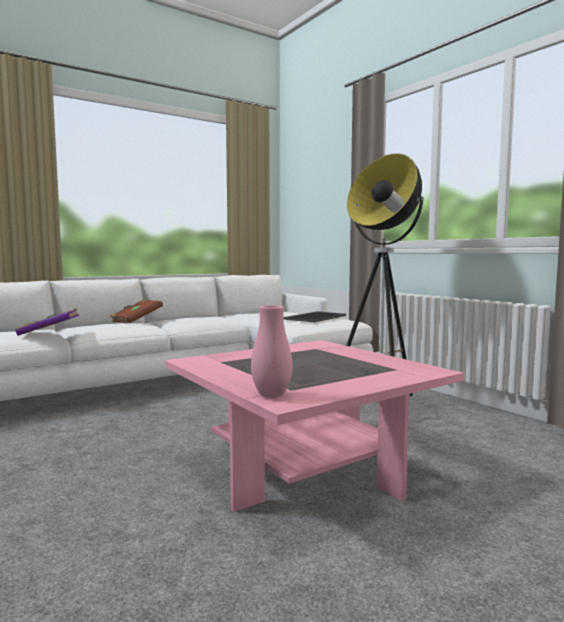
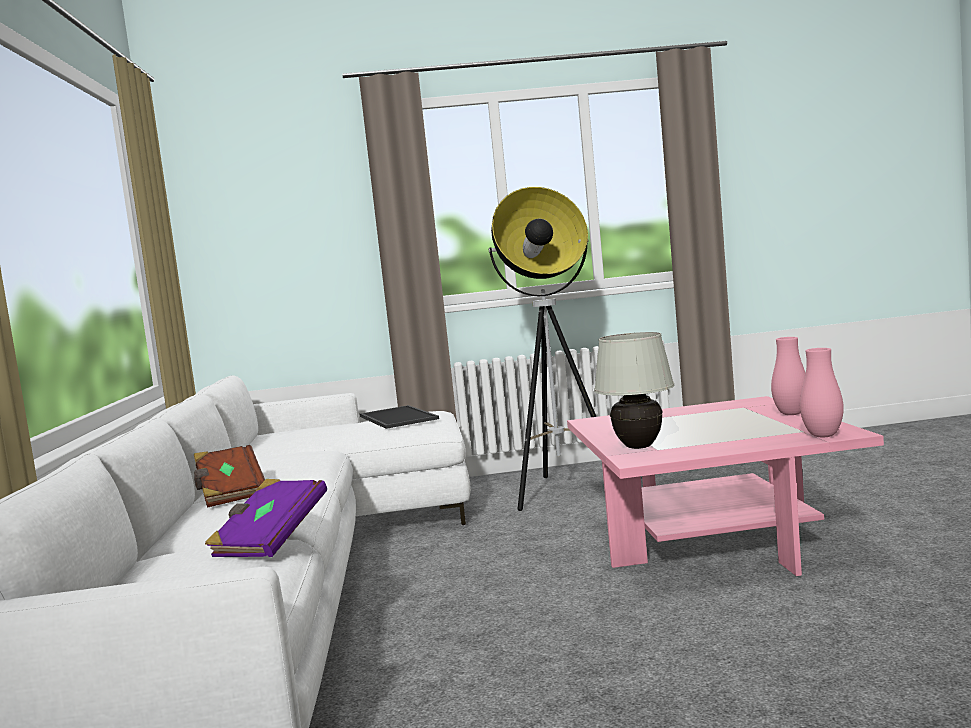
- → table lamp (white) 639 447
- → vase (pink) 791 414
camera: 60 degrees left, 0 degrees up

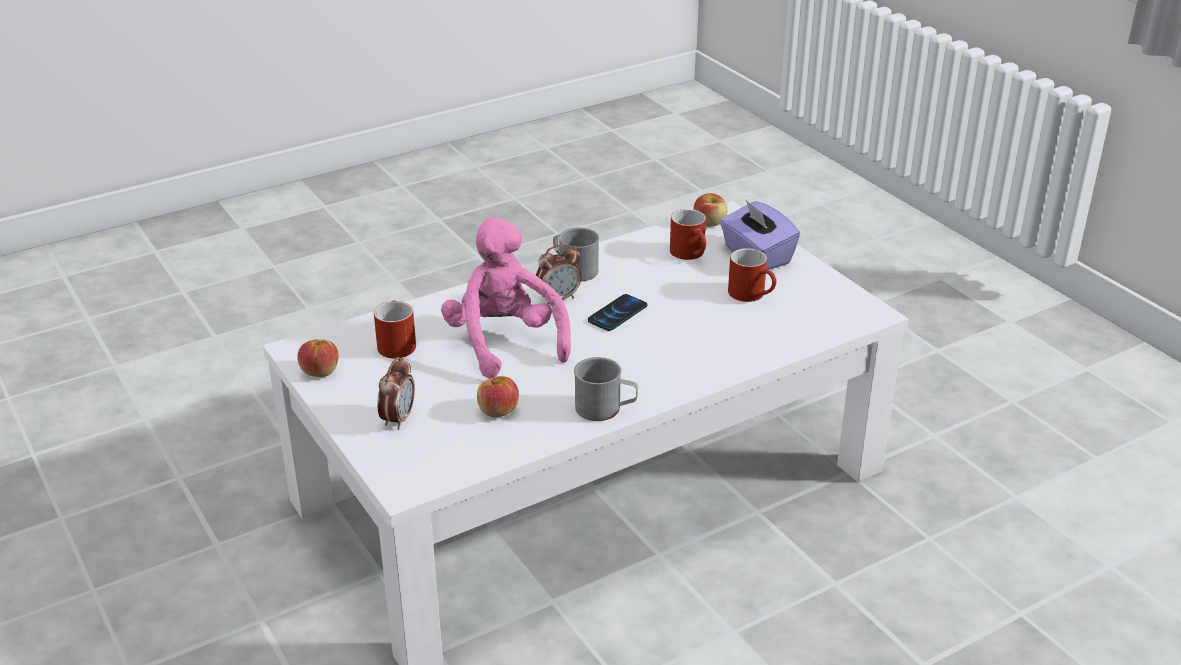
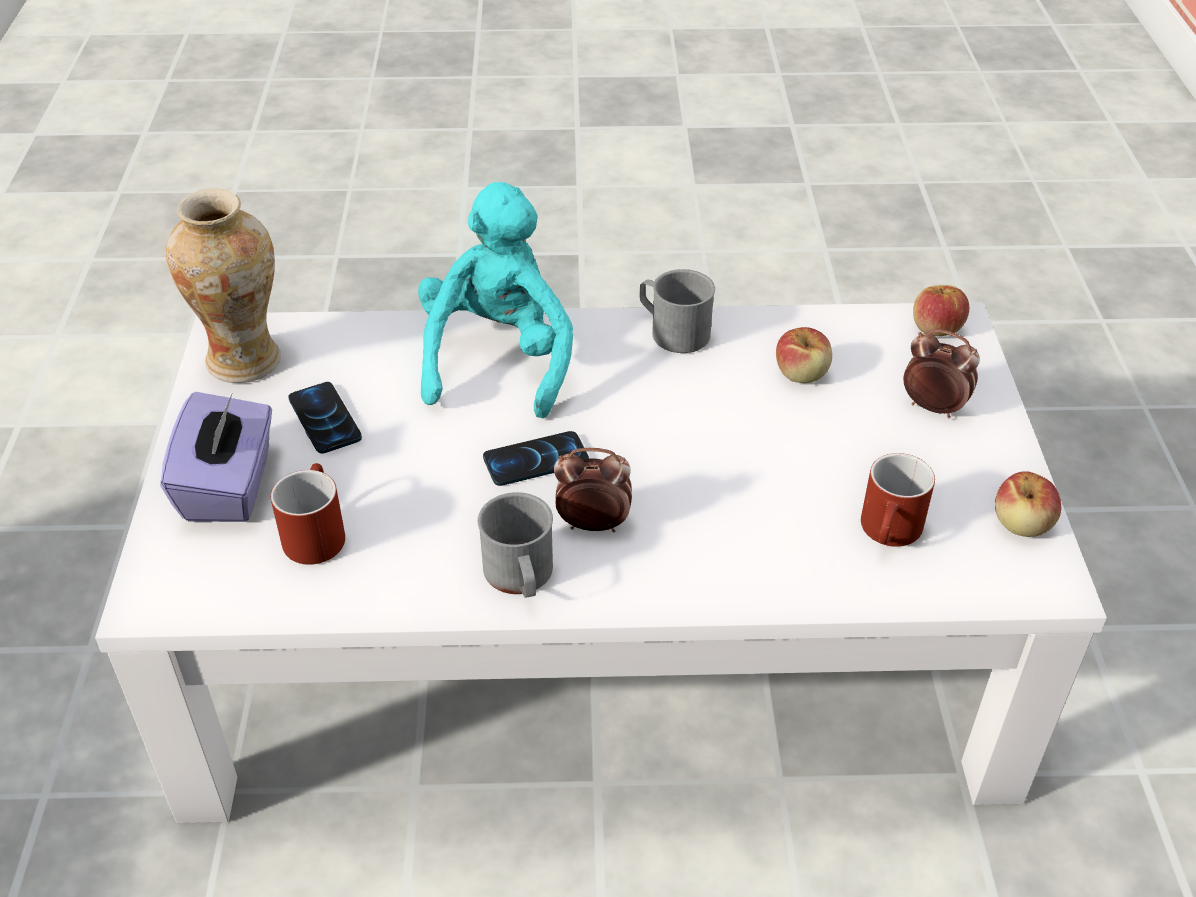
plush toy (pink) 504 343 → -
- → vase 244 361
- → plush toy (turquoise) 498 360
apple 710 222 → apple 936 328, relocated
mug (red) 753 294 → phone 325 419
alarm clock 398 419 → alarm clock 932 407, 75 degrees clockwise
camera: 150 degrees left, 10 degrees up

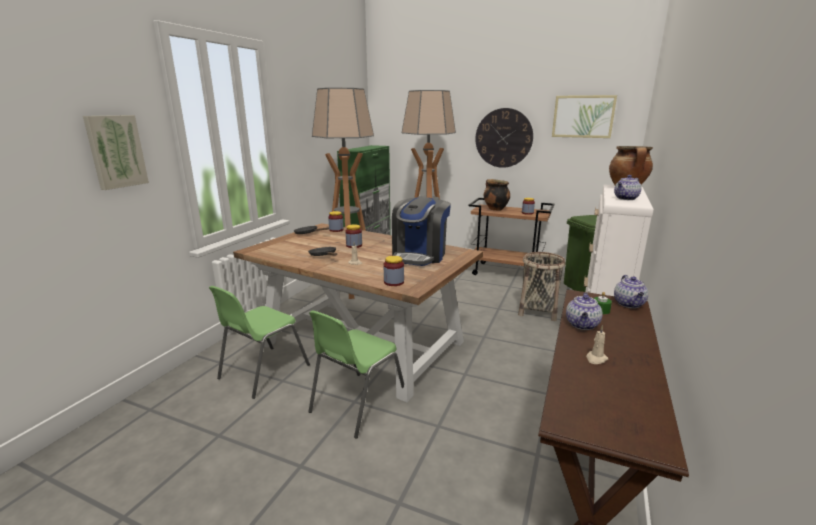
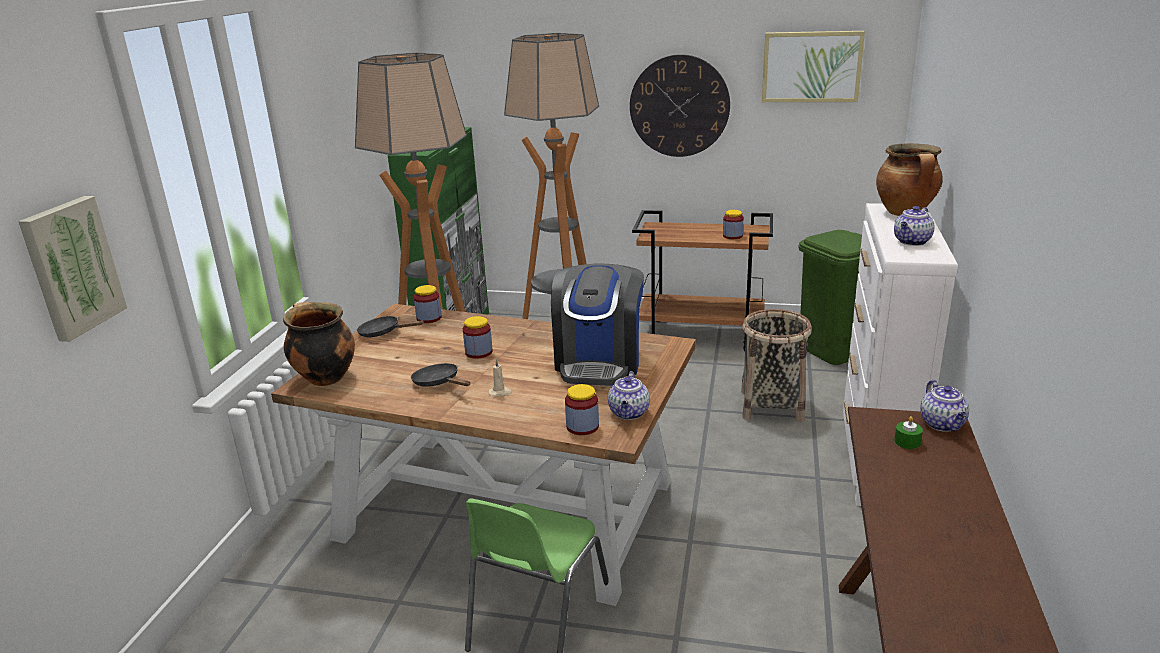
chair (green) 262 372 → -
candle (beige) 596 359 → -
cooking pot 495 209 → cooking pot 324 378, relocated
teapot 582 325 → teapot 629 413, relocated
camera: 10 degrees left, 5 degrees up

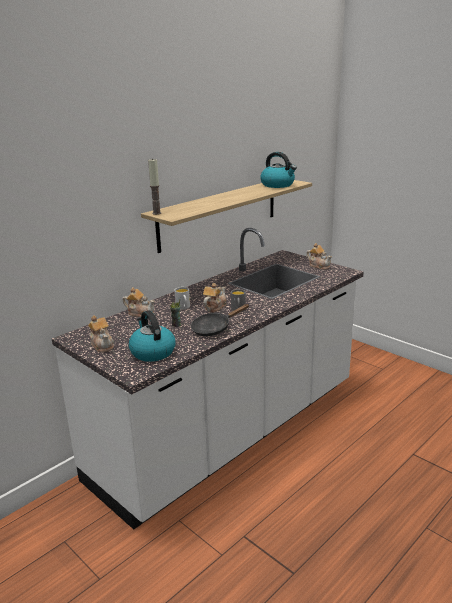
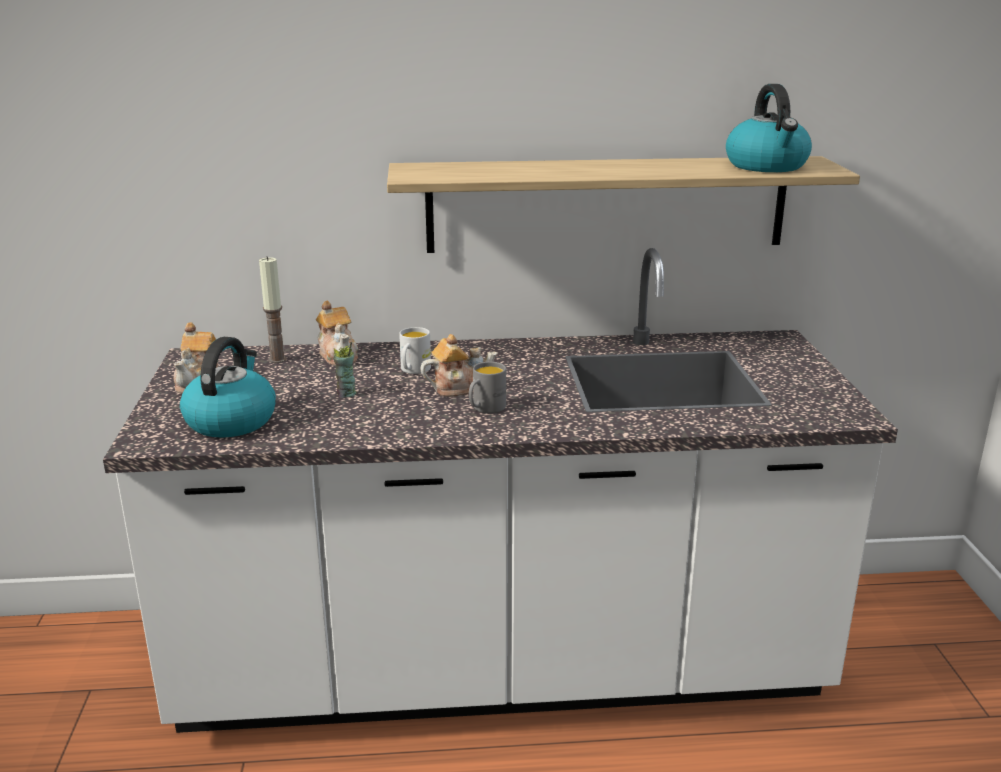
frying pan (black) 214 328 → -
teapot 319 266 → -
candle 156 213 → candle 277 359, relocated
camera: 40 degrees right, 0 degrees up

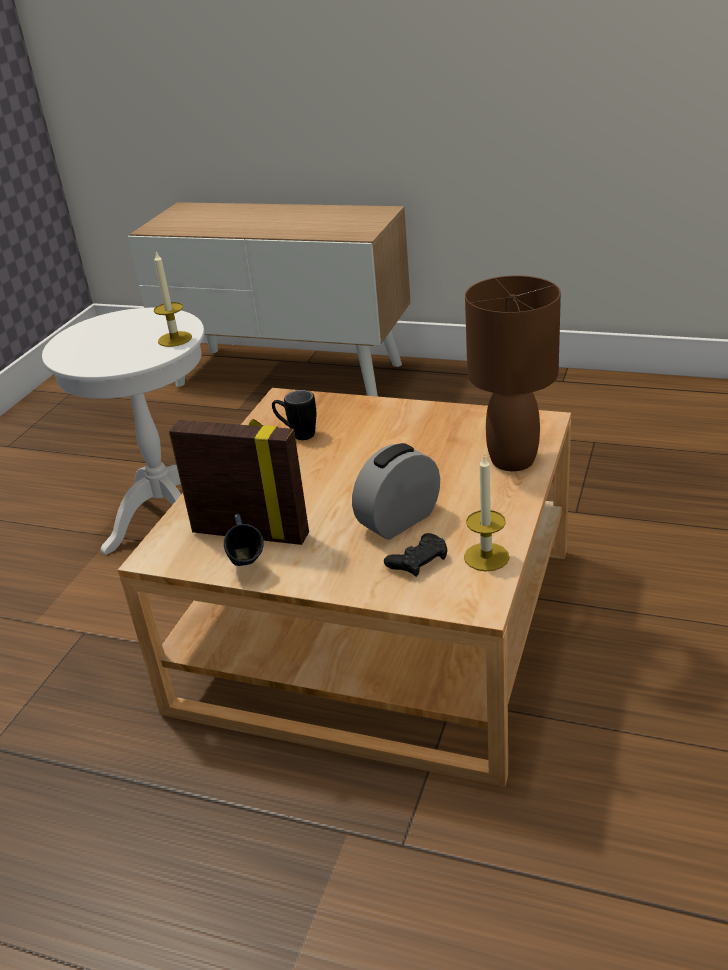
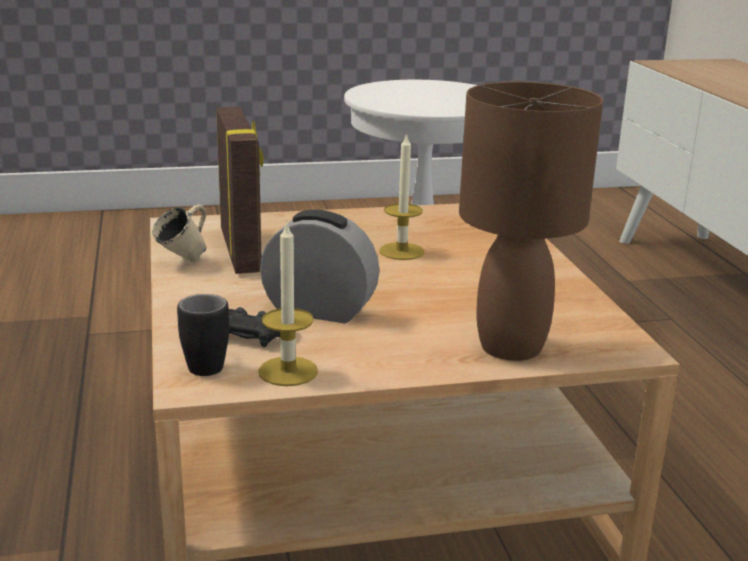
candle 175 339 → candle 401 251, relocated
mug (black) 297 434 → mug (black) 204 362, relocated
mug (blue) 247 568 → mug (beige) 183 262
camera: 55 degrees right, 10 degrees down

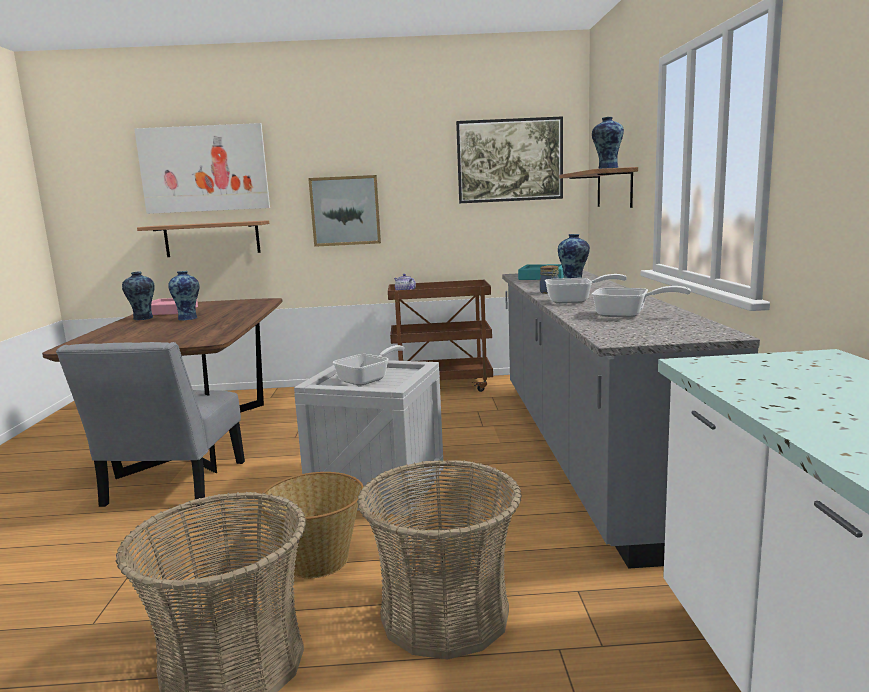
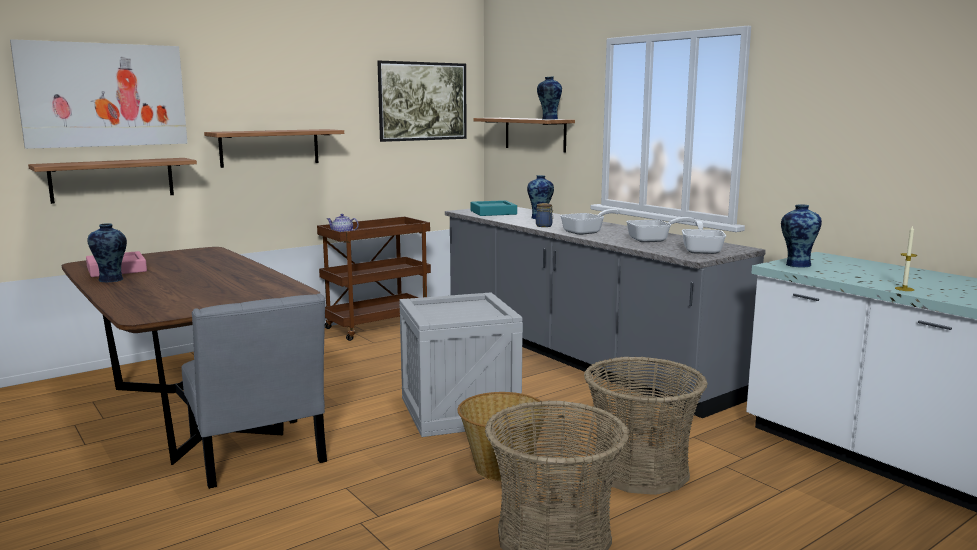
- → candle 904 289
vase 188 318 → vase 797 265, relocated
frying pan 368 379 → frying pan 702 250, relocated
picture 345 211 → shelf 270 147
camera: 35 degrees left, 0 degrees up

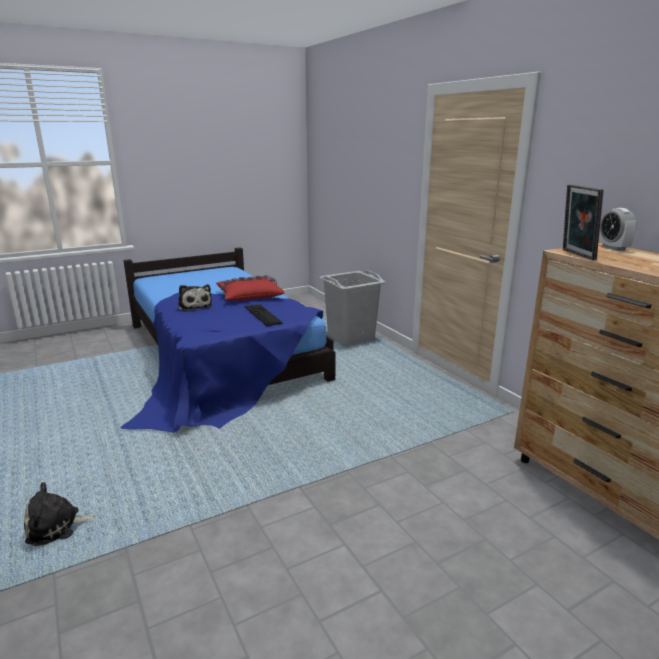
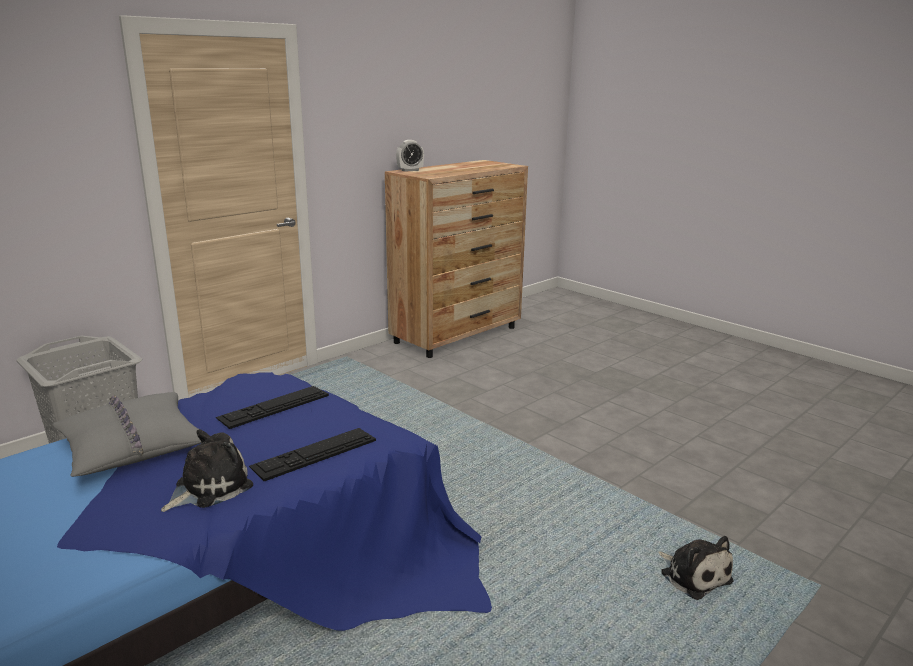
picture frame 575 254 → -
- → keyboard 314 453
pillow (red) 249 295 → pillow (grey) 132 445
camera: 105 degrees left, 0 degrees up

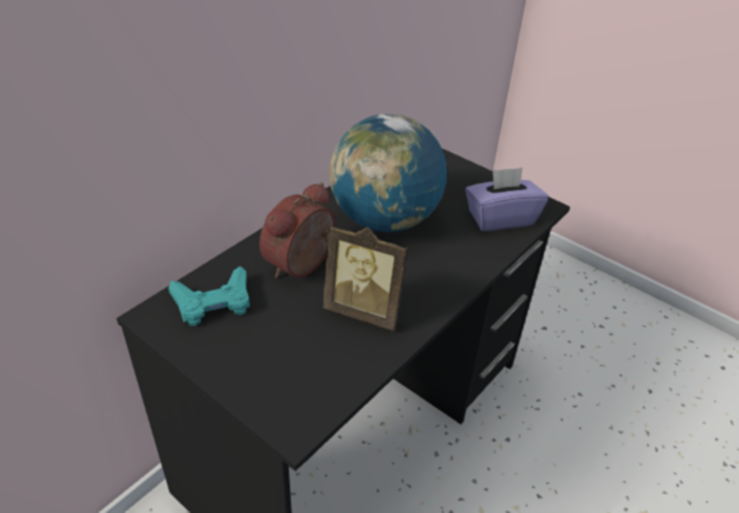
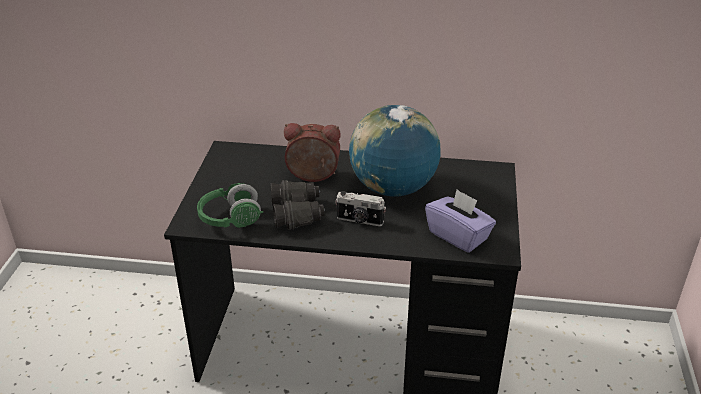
game controller (turquoise) 213 302 → -
- → headphones (green) 230 219
- → photo camera 359 220
picture frame 365 310 → binoculars (black) 297 213
camera: 60 degrees right, 5 degrees down

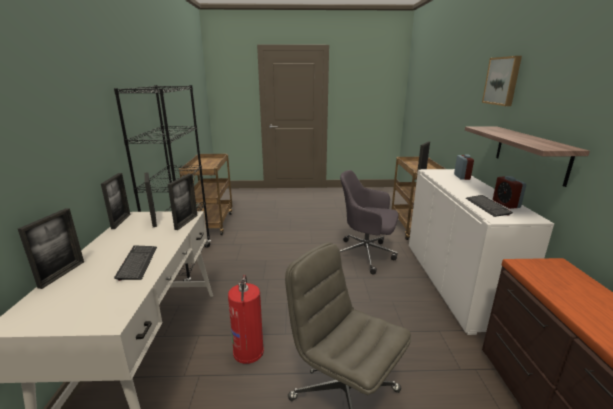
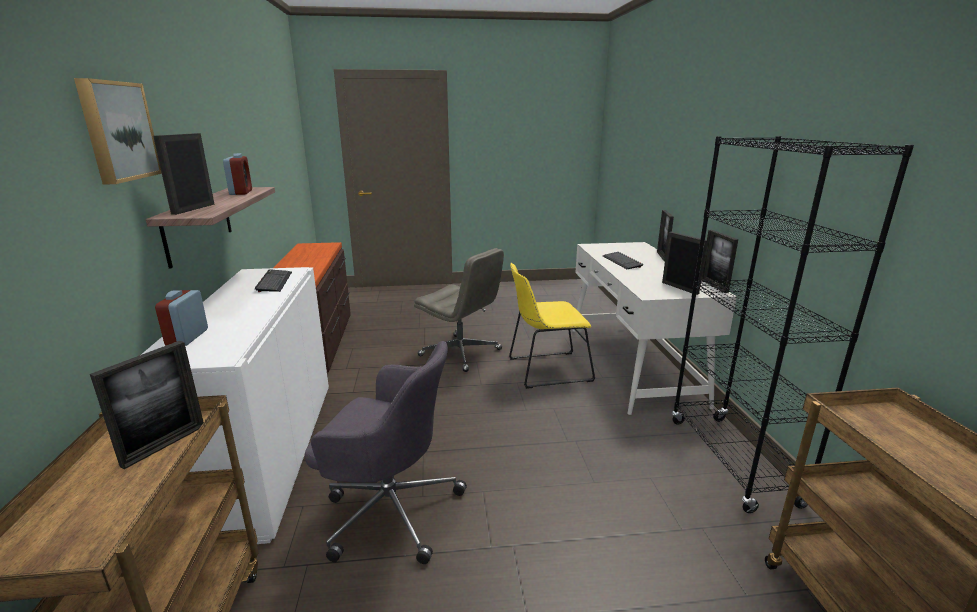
picture frame 186 222 → picture frame 193 209, relocated
alarm clock 506 204 → alarm clock 241 192, relocated
fire extinguisher 248 351 → chair (yellow) 545 370
camera: 175 degrees right, 0 degrees up

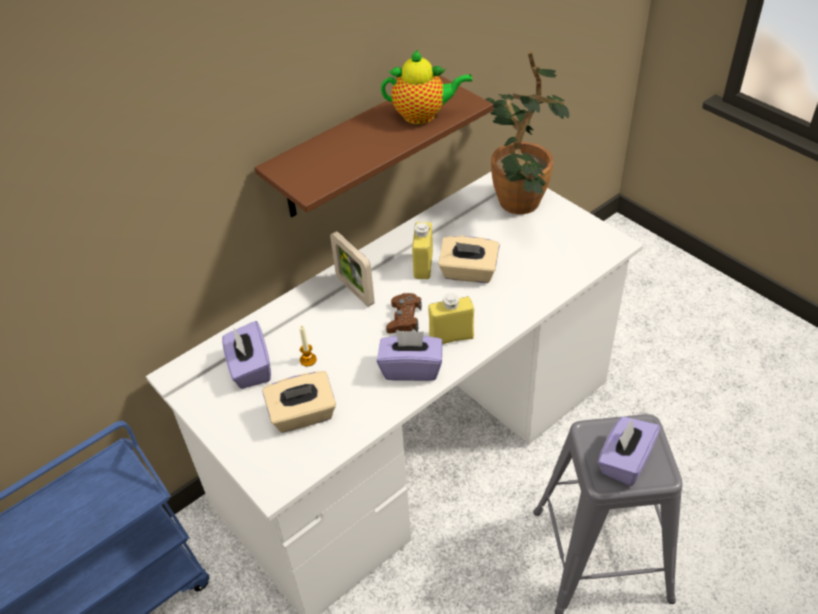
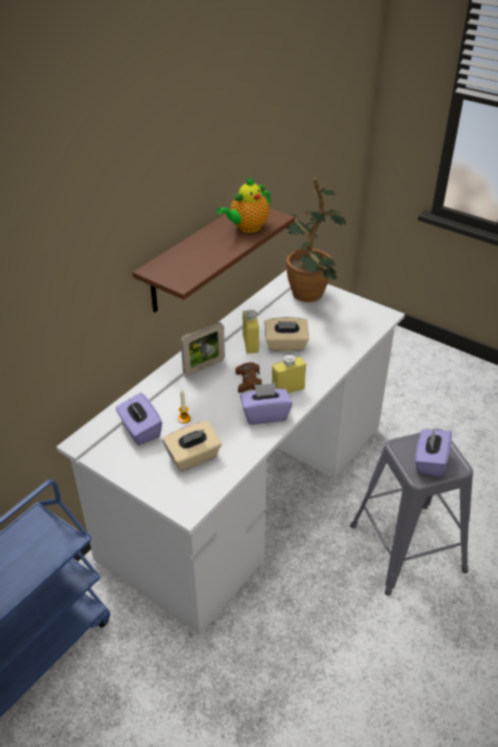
picture frame 355 290 → picture frame 204 366, 75 degrees counterclockwise
teapot 423 115 → teapot 247 228, 150 degrees clockwise
camera: 15 degrees left, 5 degrees down

